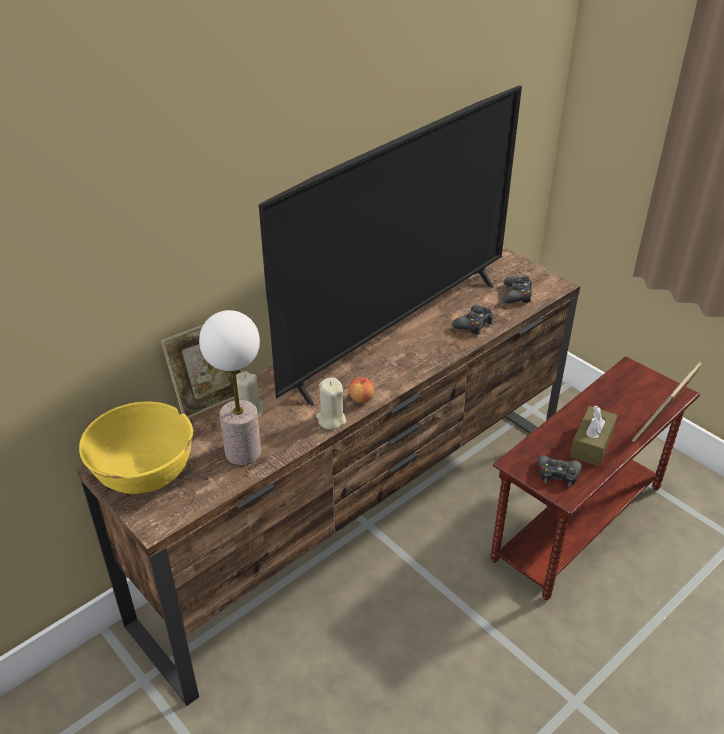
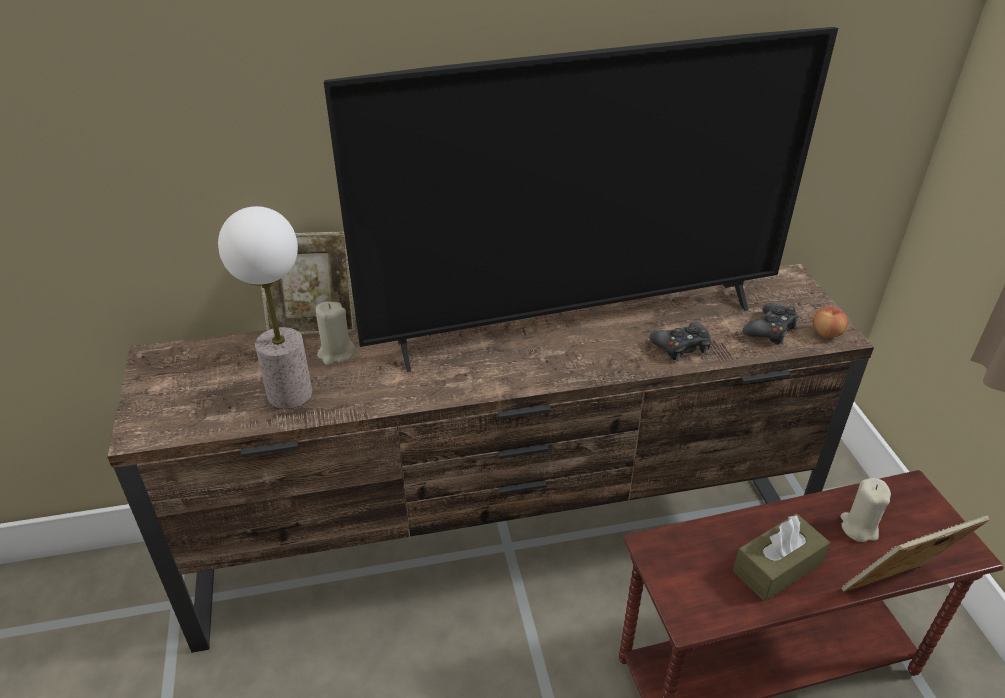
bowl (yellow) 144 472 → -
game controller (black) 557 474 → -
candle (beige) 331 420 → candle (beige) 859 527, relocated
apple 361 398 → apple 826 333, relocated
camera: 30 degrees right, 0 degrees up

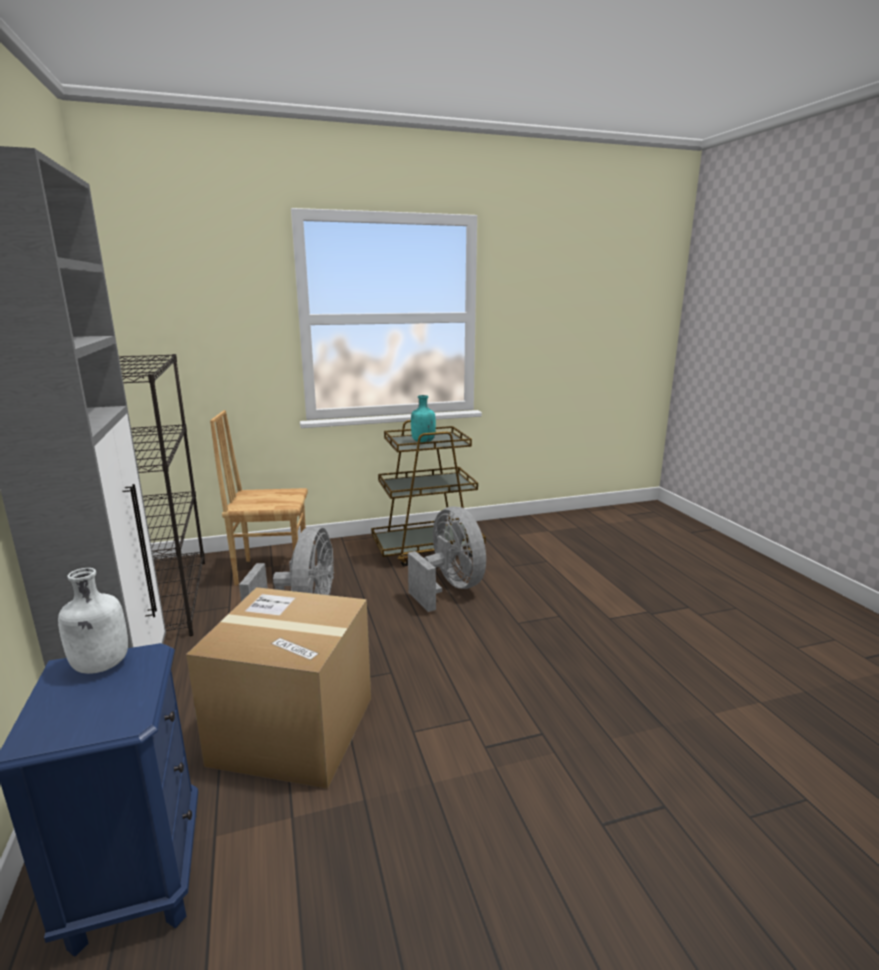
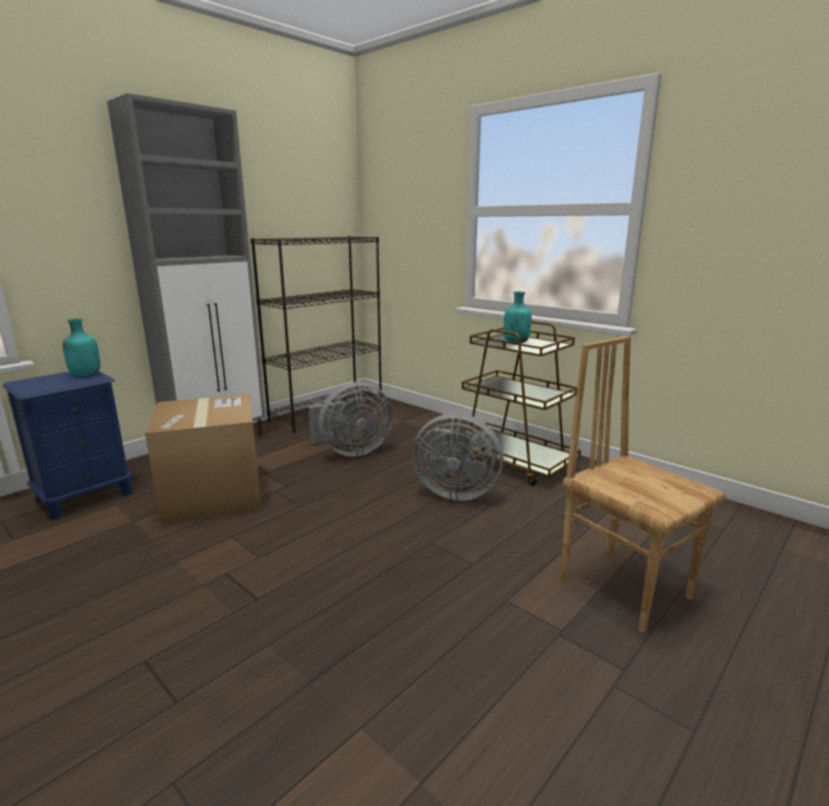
chair (brown) 272 570 → chair (brown) 624 587, relocated
bottle (white) 101 666 → bottle (turquoise) 85 375
fan (grey) 449 588 → fan (grey) 455 492, 75 degrees clockwise
camera: 60 degrees right, 0 degrees up

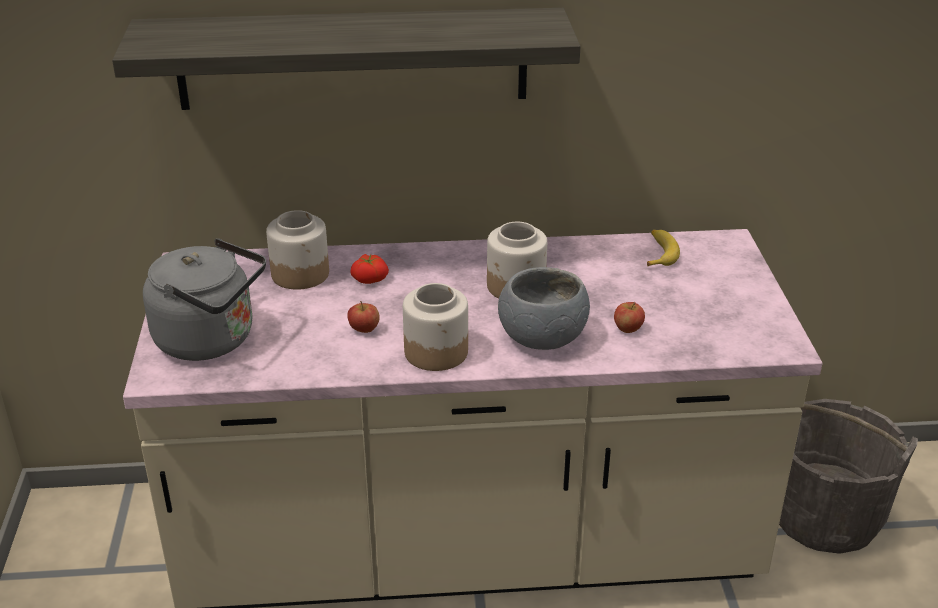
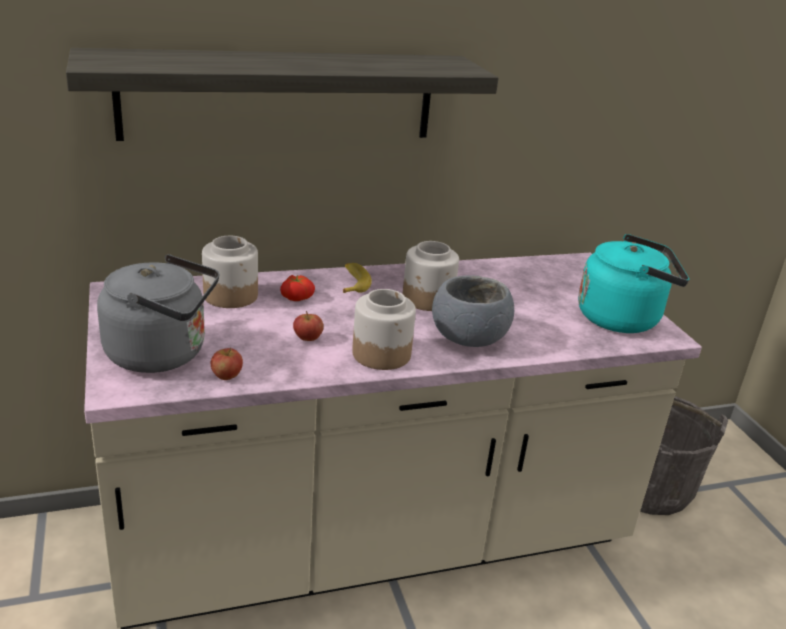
- → kettle (turquoise) 623 318
apple 627 329 → apple 226 376, relocated
banana 659 253 → banana 352 283, relocated
camera: 15 degrees left, 5 degrees down

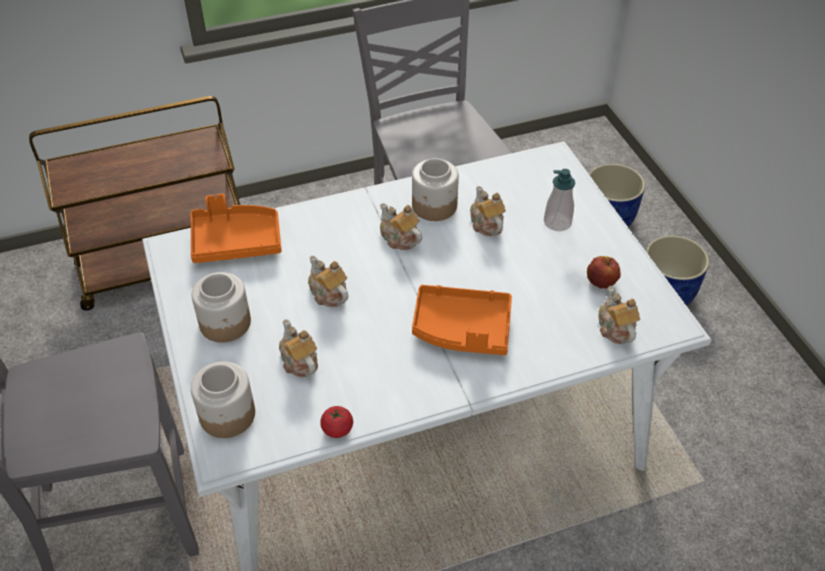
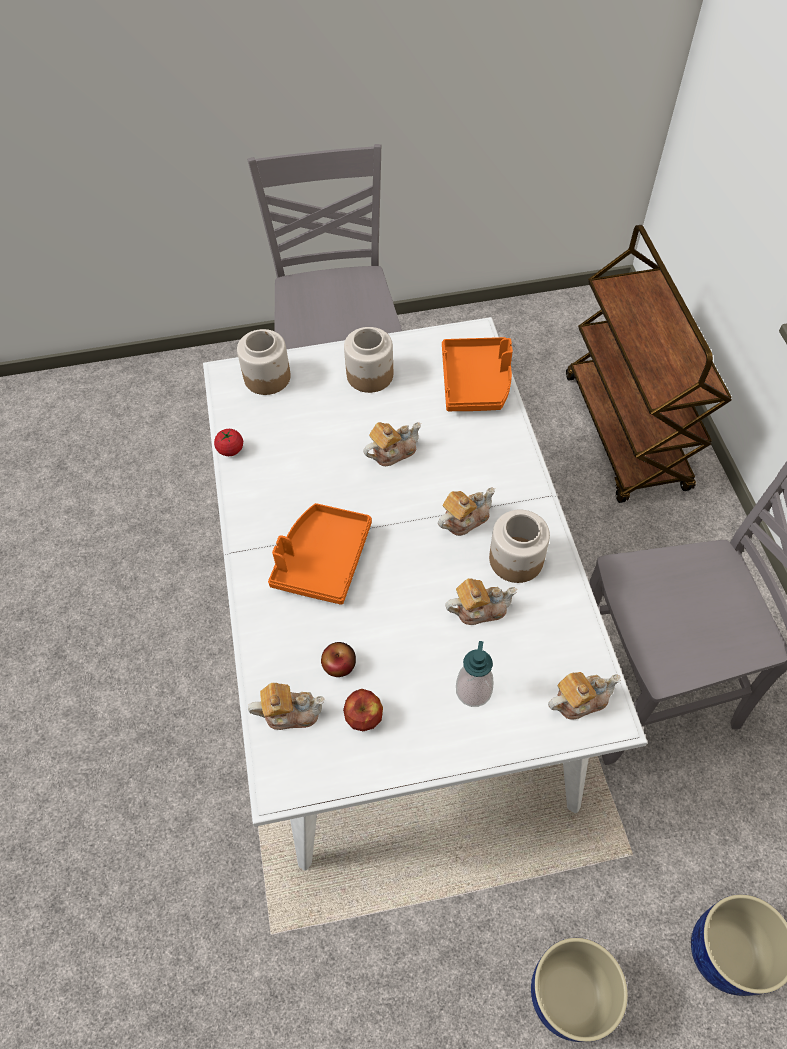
- → apple 339 665
teapot 299 361 → teapot 579 700, relocated
camera: 100 degrees right, 10 degrees up

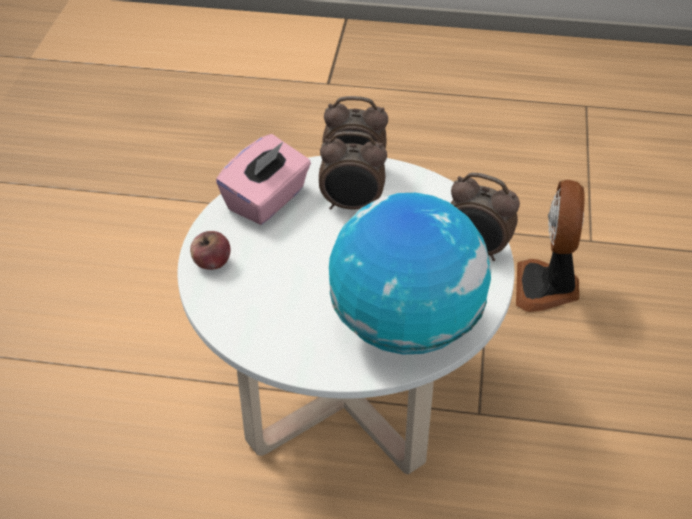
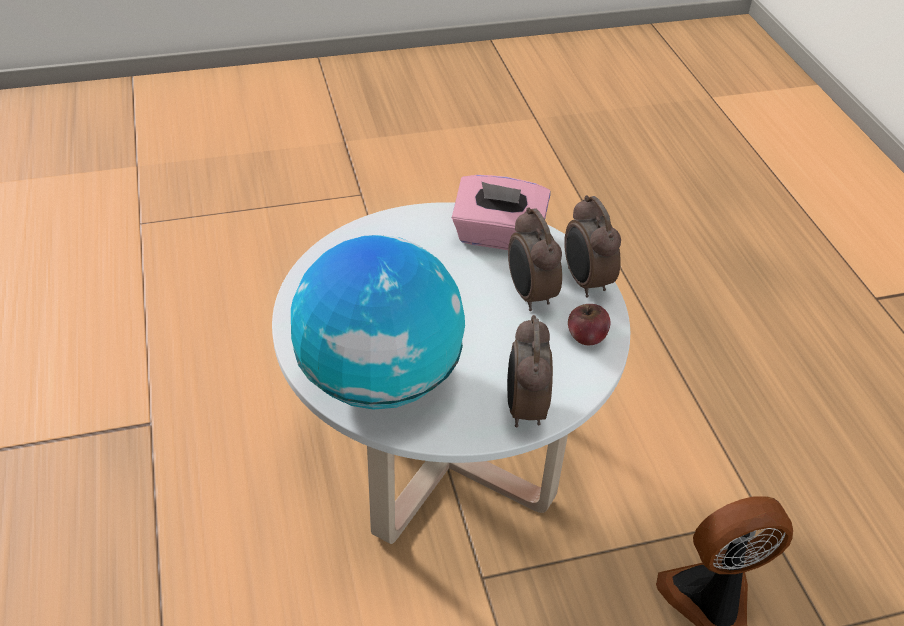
apple 211 263 → apple 586 337, relocated
camera: 65 degrees right, 0 degrees up

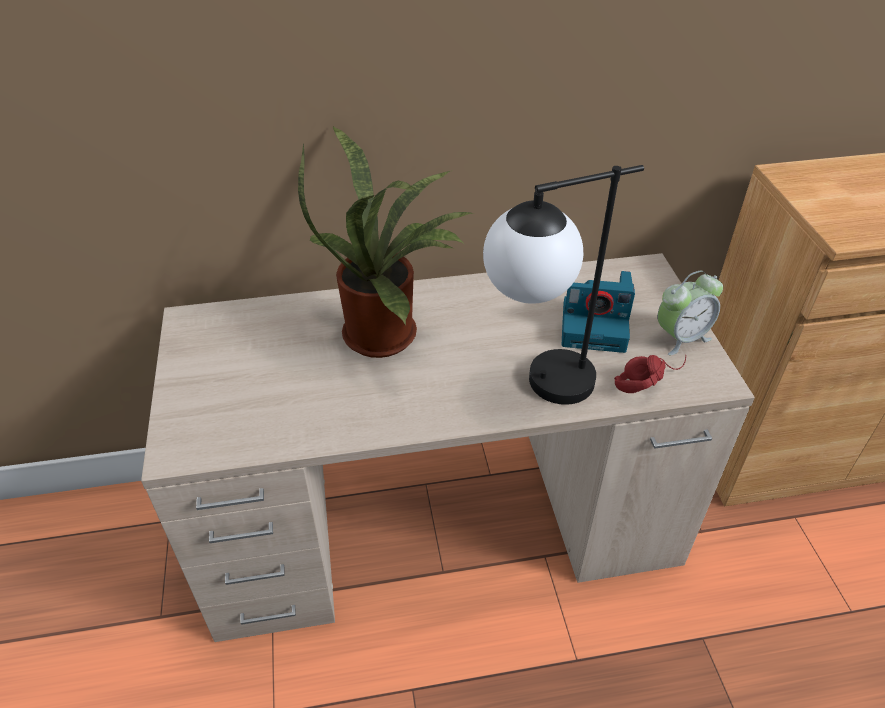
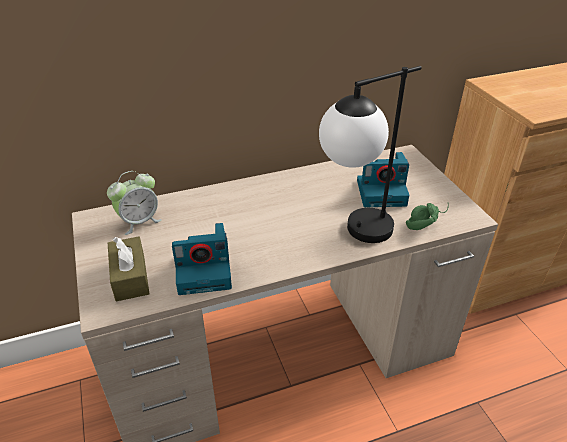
potted plant 388 334 → -
- → tissue box (brown) 130 277
- → photo camera 205 271
alarm clock 681 338 → alarm clock 139 222, relocated
headphones (red) 647 377 → headphones (green) 425 219
camera: 10 degrees left, 5 degrees down

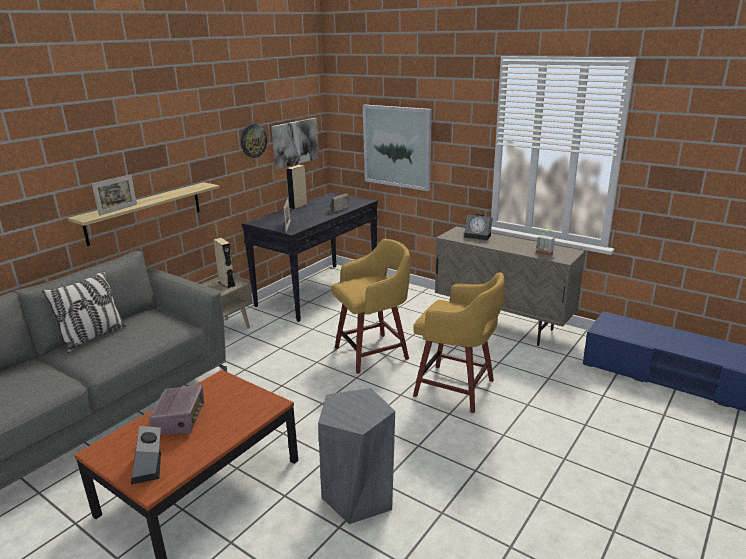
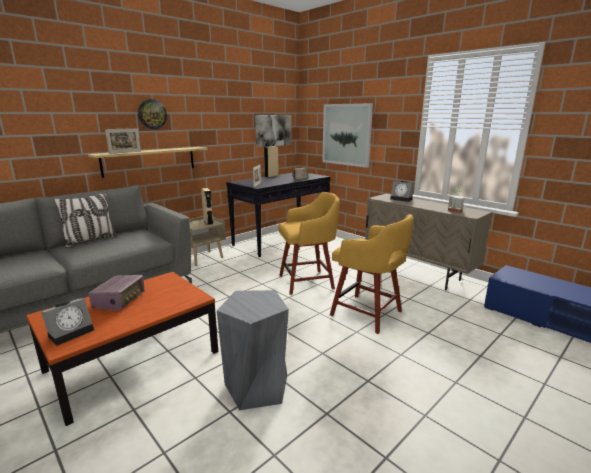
wall clock 253 140 → wall clock 152 114, relocated
alarm clock 149 468 → alarm clock 72 332, 135 degrees counterclockwise
camera: 10 degrees right, 5 degrees down

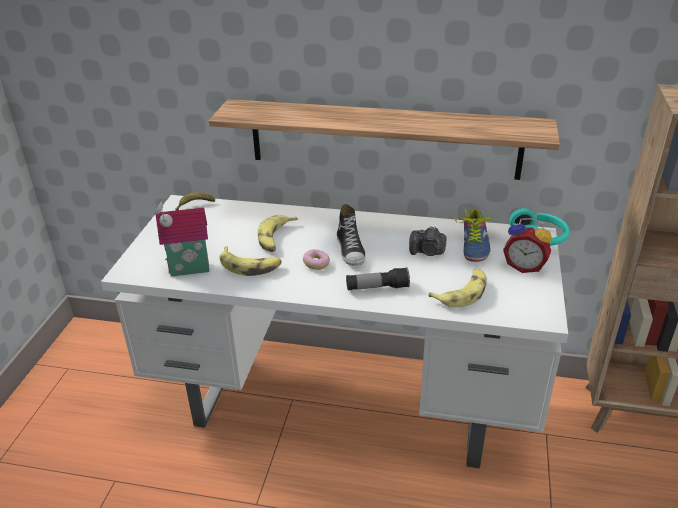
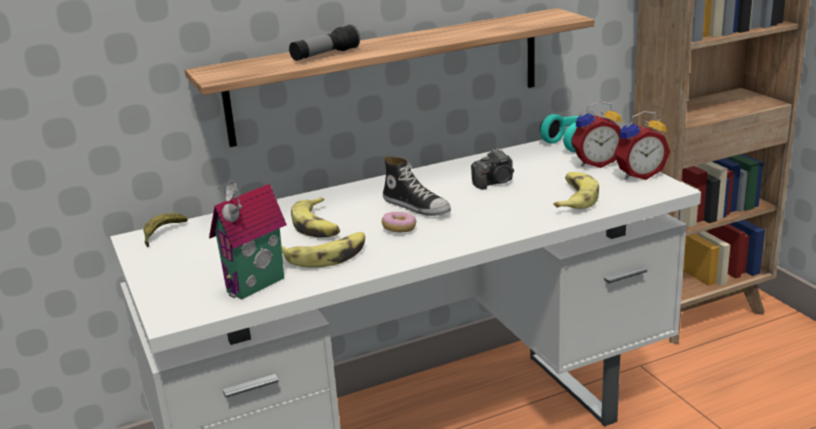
shoe 471 245 → -
- → alarm clock 638 175
flashlight 377 288 → flashlight 325 55, relocated
camera: 35 degrees left, 10 degrees down

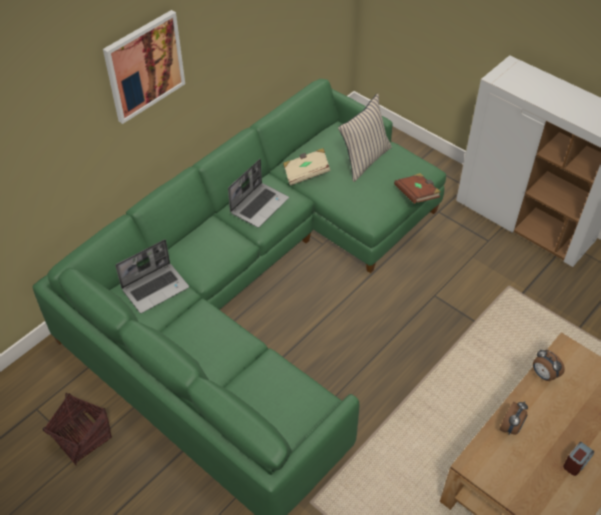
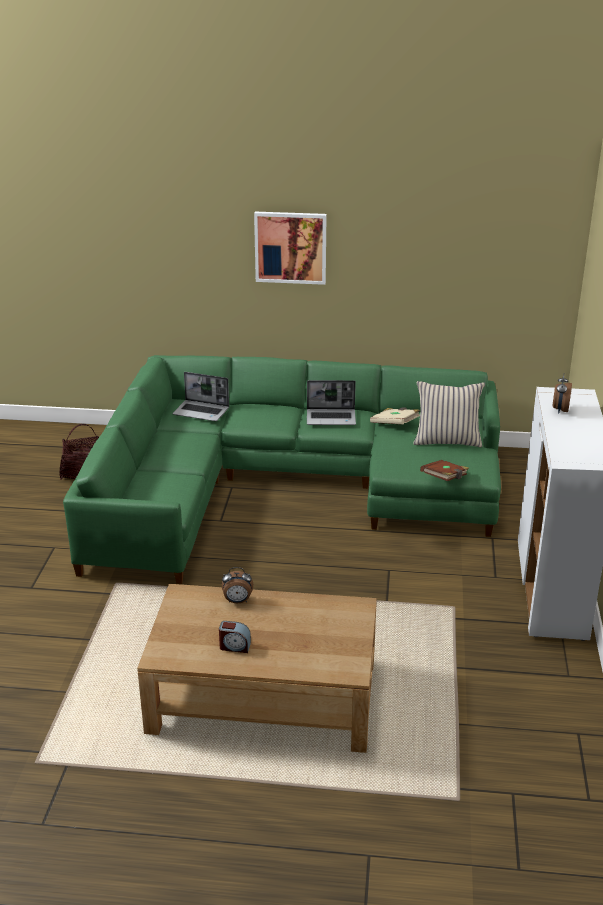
alarm clock 543 375 → alarm clock 560 410, relocated
camera: 55 degrees right, 20 degrees down

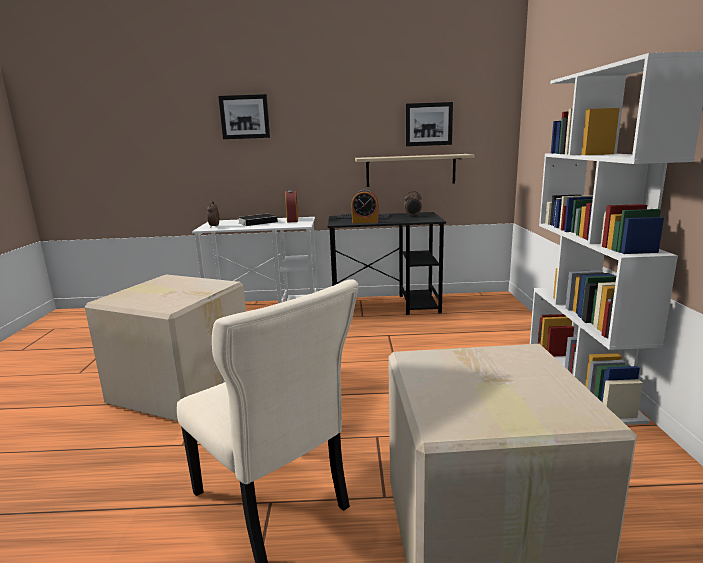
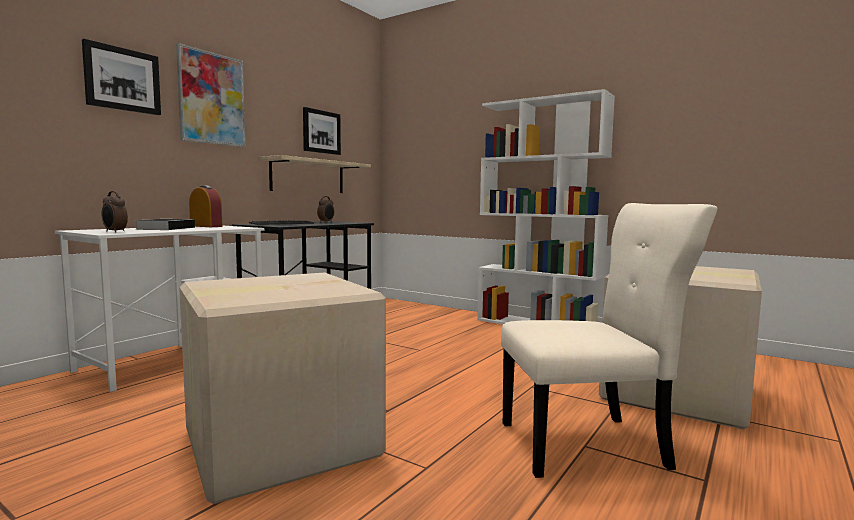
alarm clock 365 222 → -
- → picture 211 99
camera: 55 degrees left, 10 degrees down

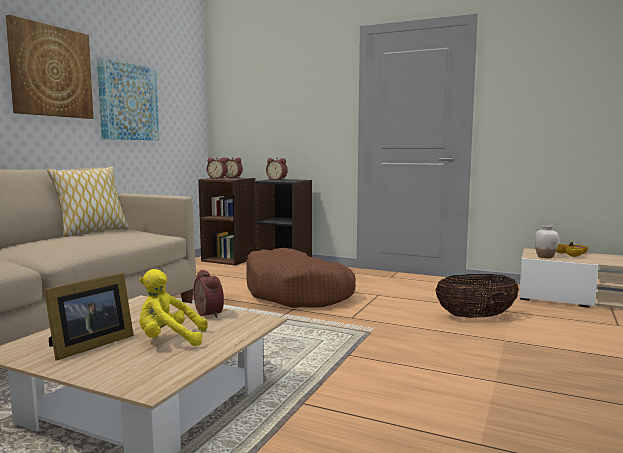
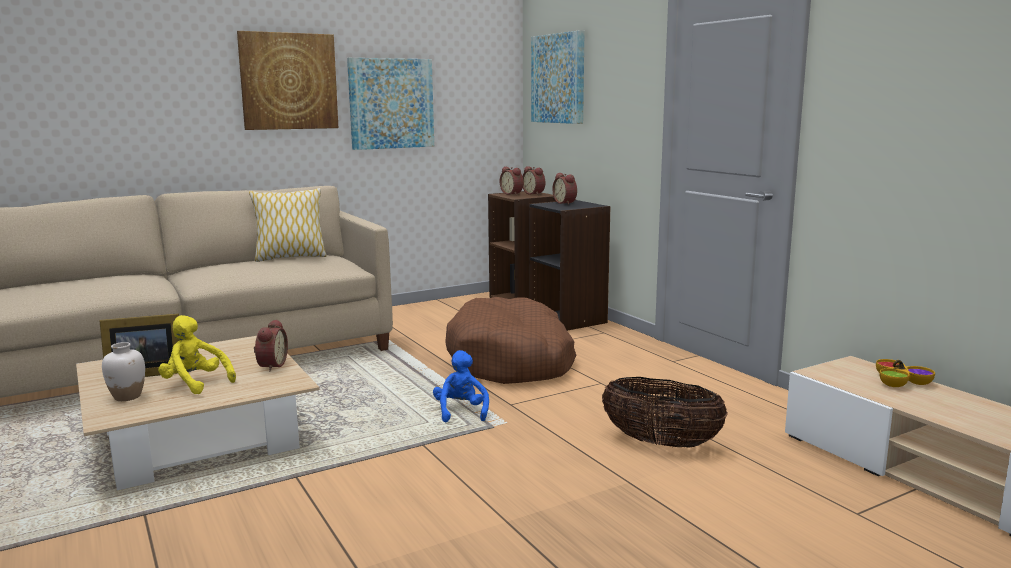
- → plush toy (blue) 461 412
- → picture 558 78
vase (white) 545 257 → vase (white) 128 397, relocated
camera: 35 degrees right, 5 degrees up

